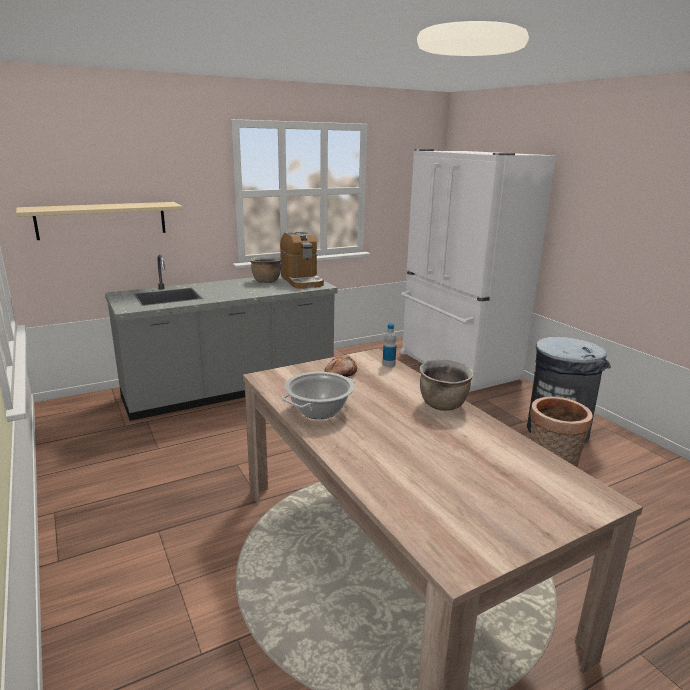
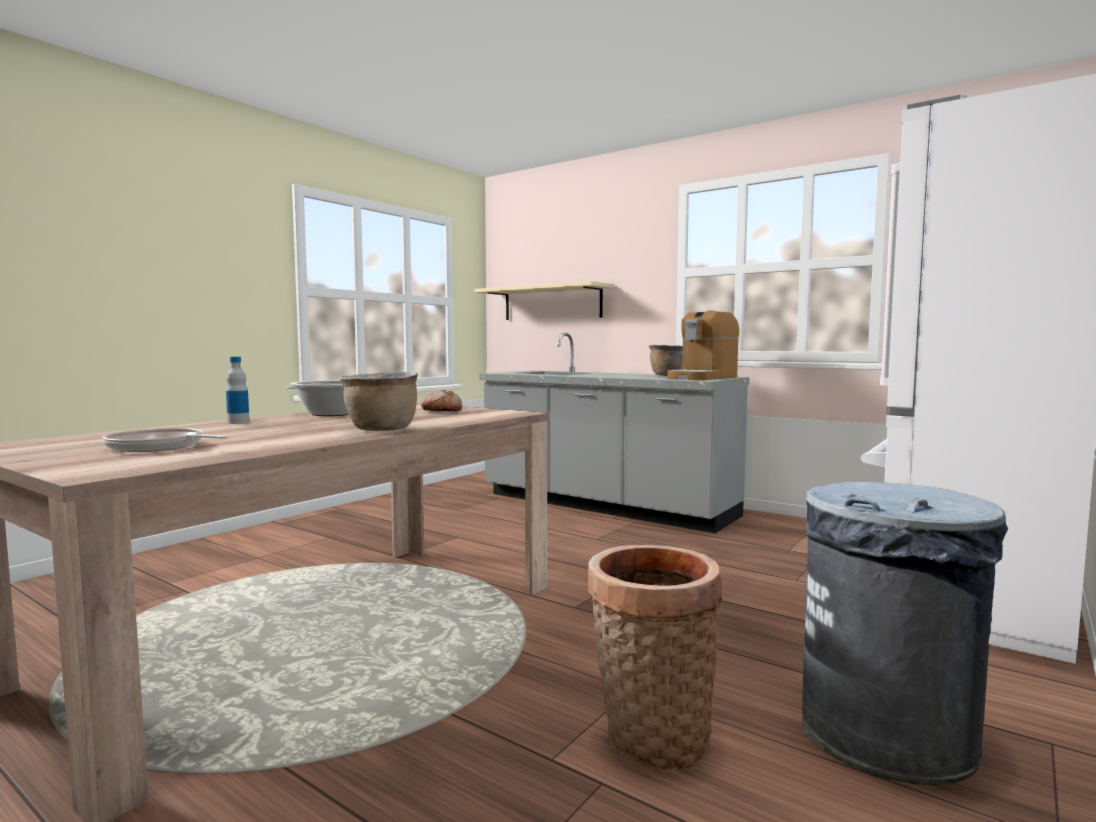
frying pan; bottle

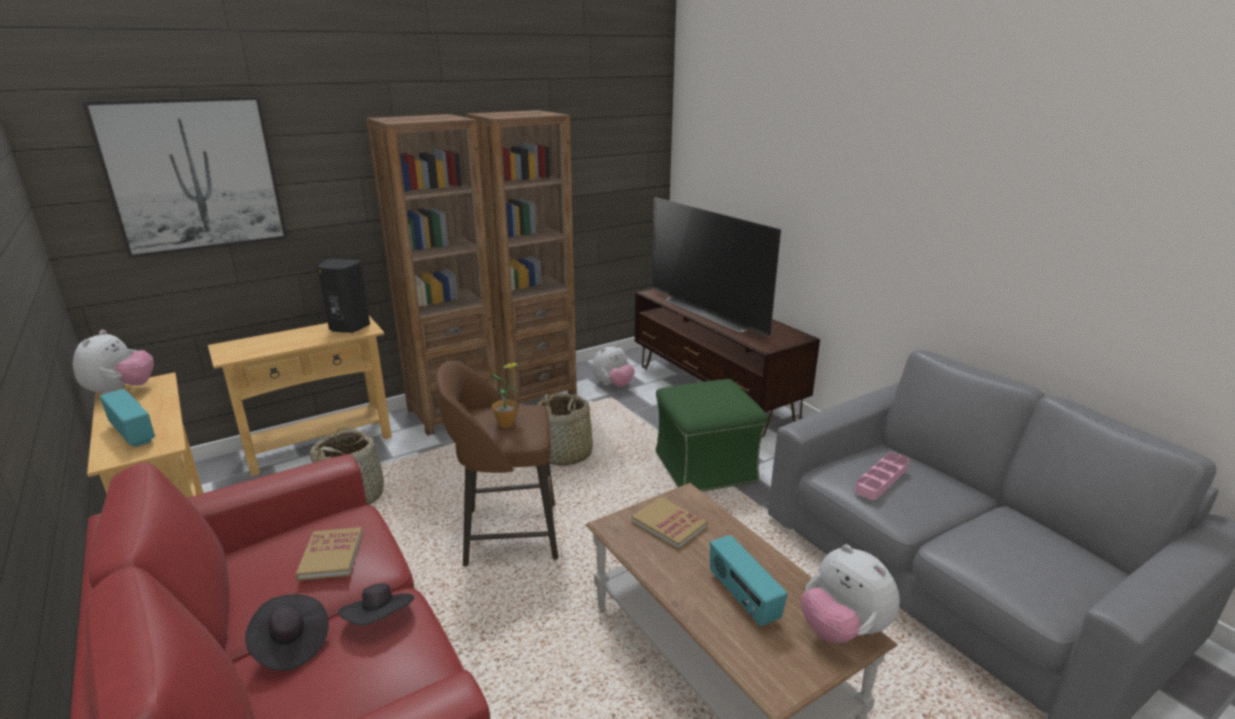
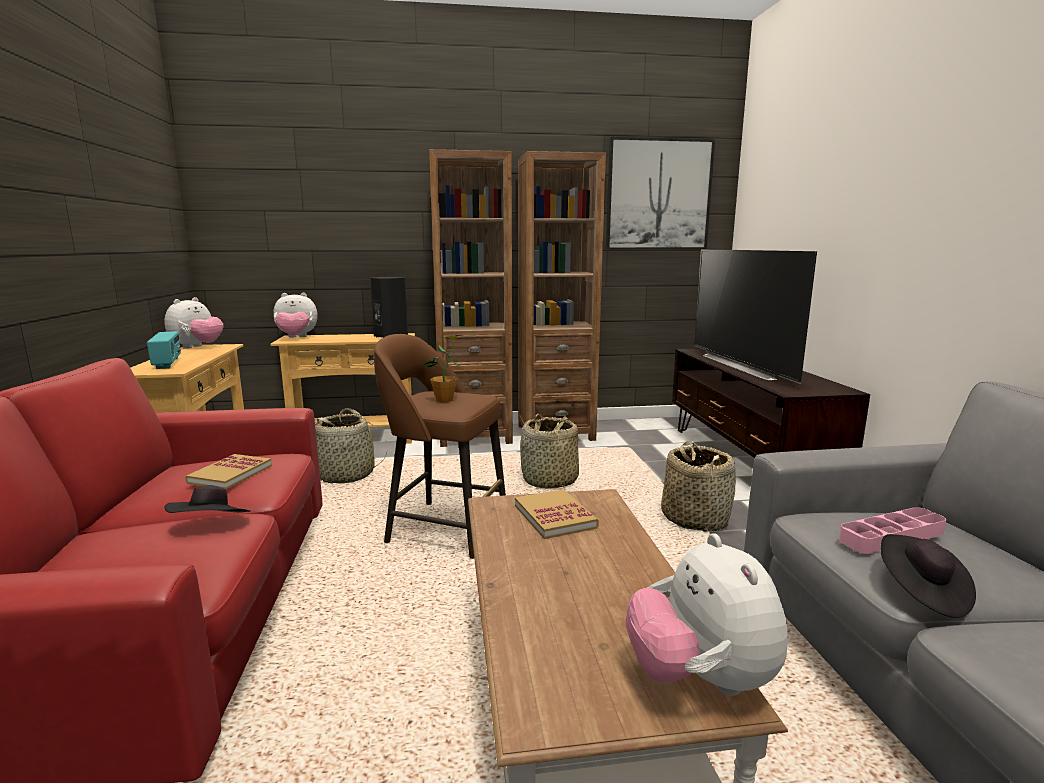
plush toy (2nd from left); picture; basket (3rd from left); hat in black (2nd from left); radio (2nd from left in the first image)

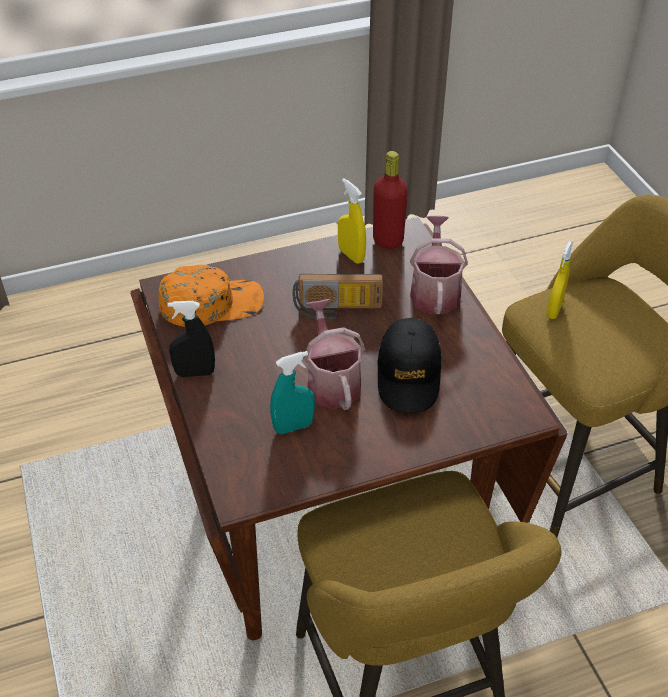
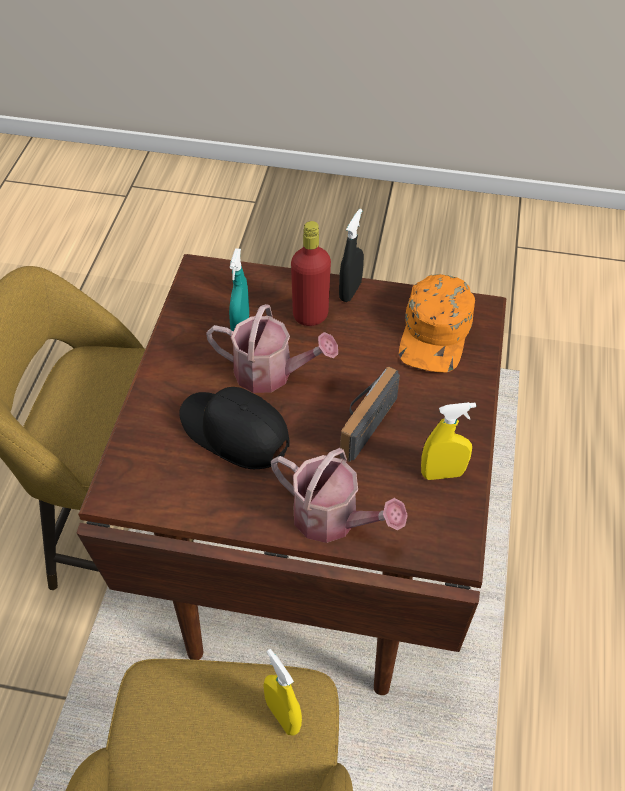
bottle in red

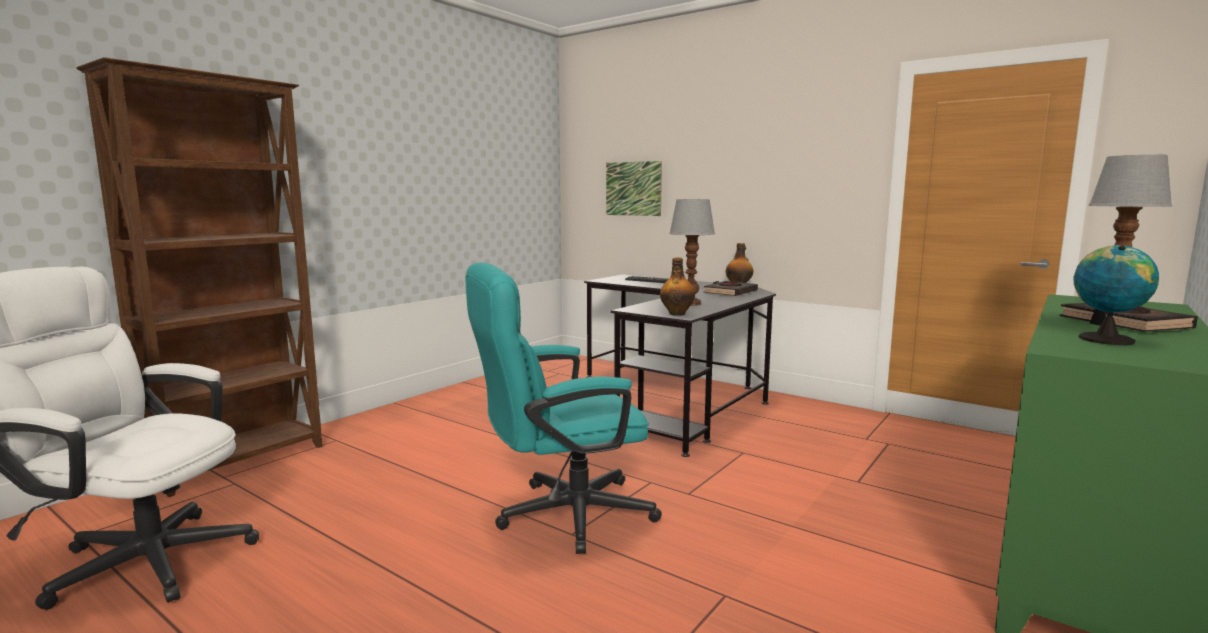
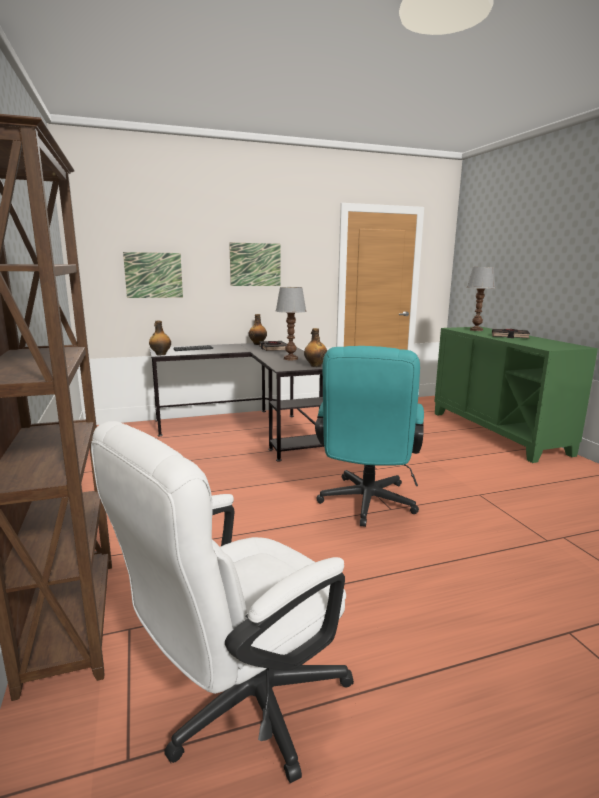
bottle (1st from left); picture (2nd from left); globe

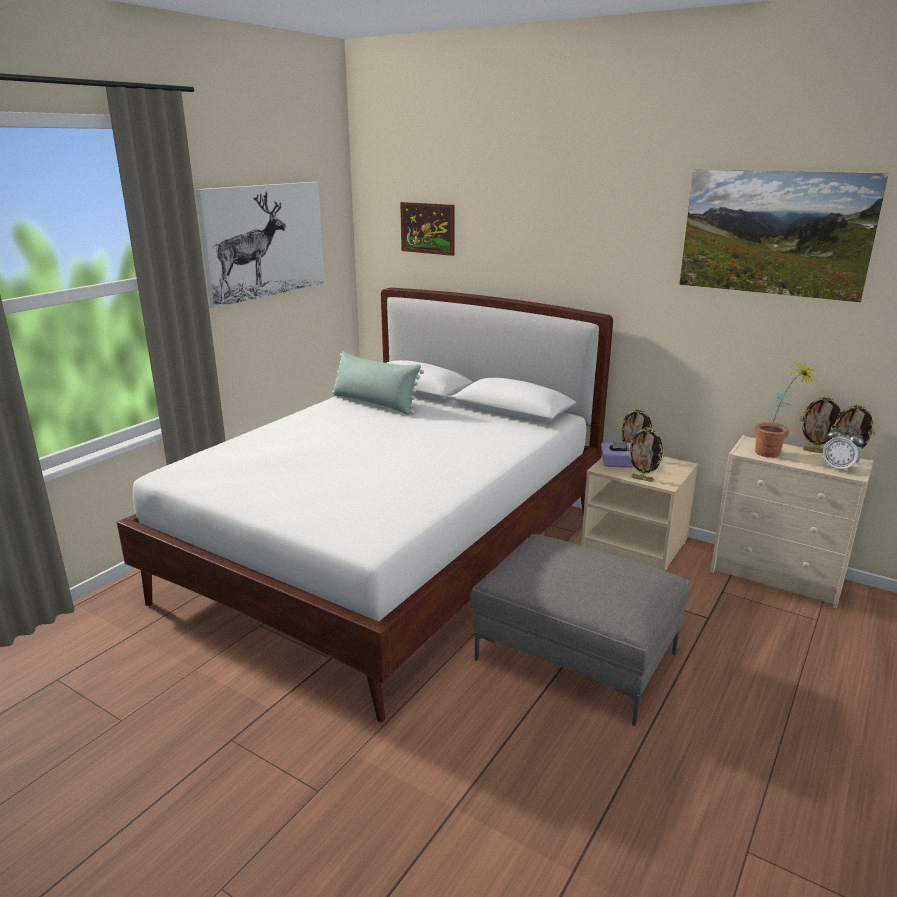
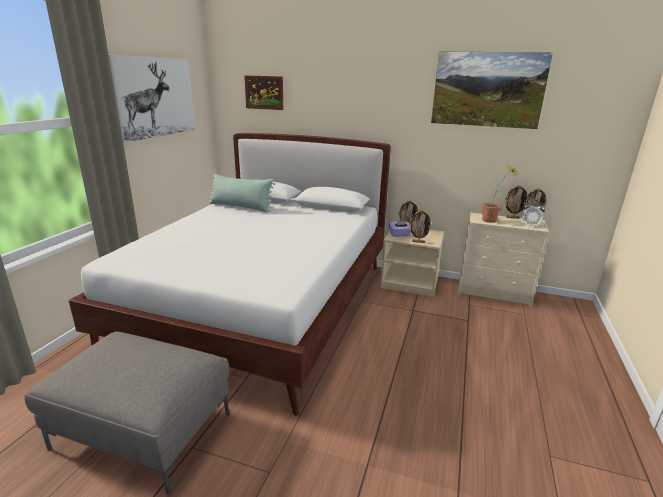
ottoman in grey

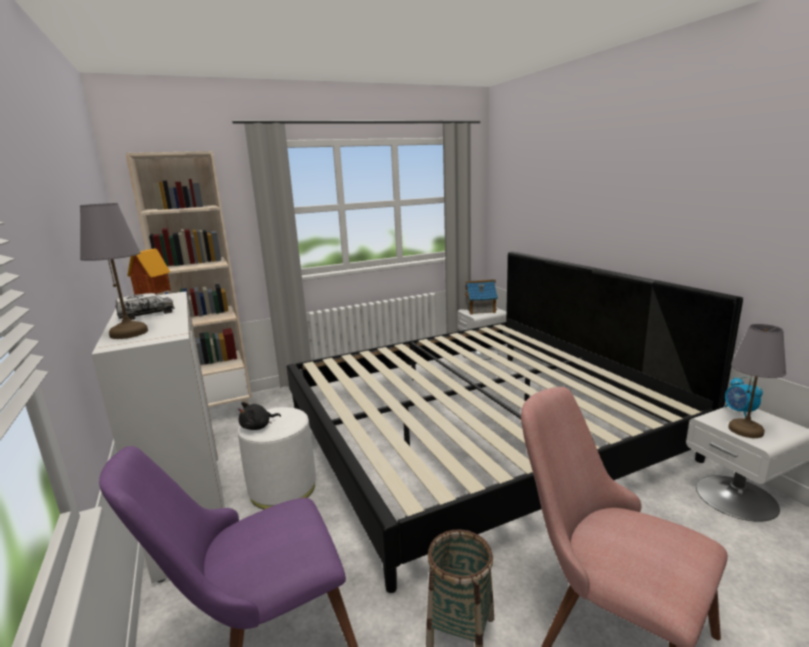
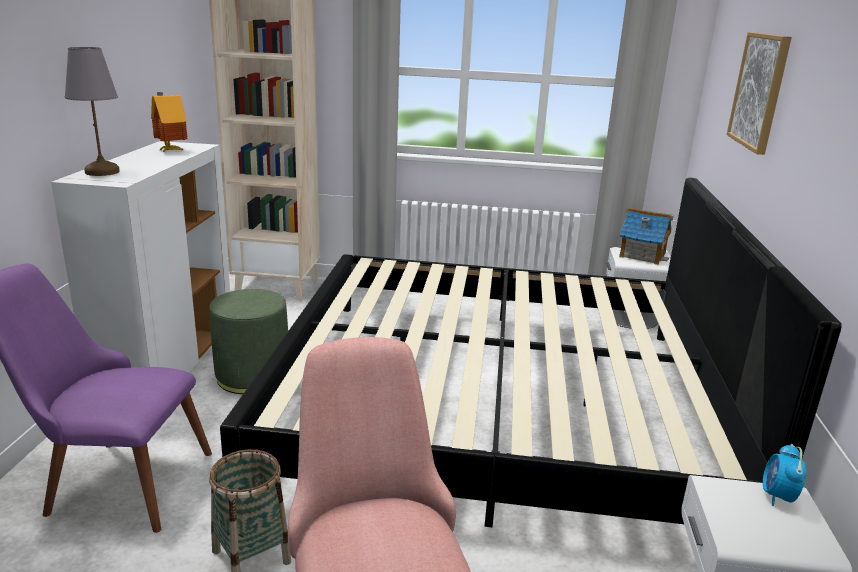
ottoman in green; picture; toy truck; plush toy in black; table lamp in grey (2nd from left in the first image)

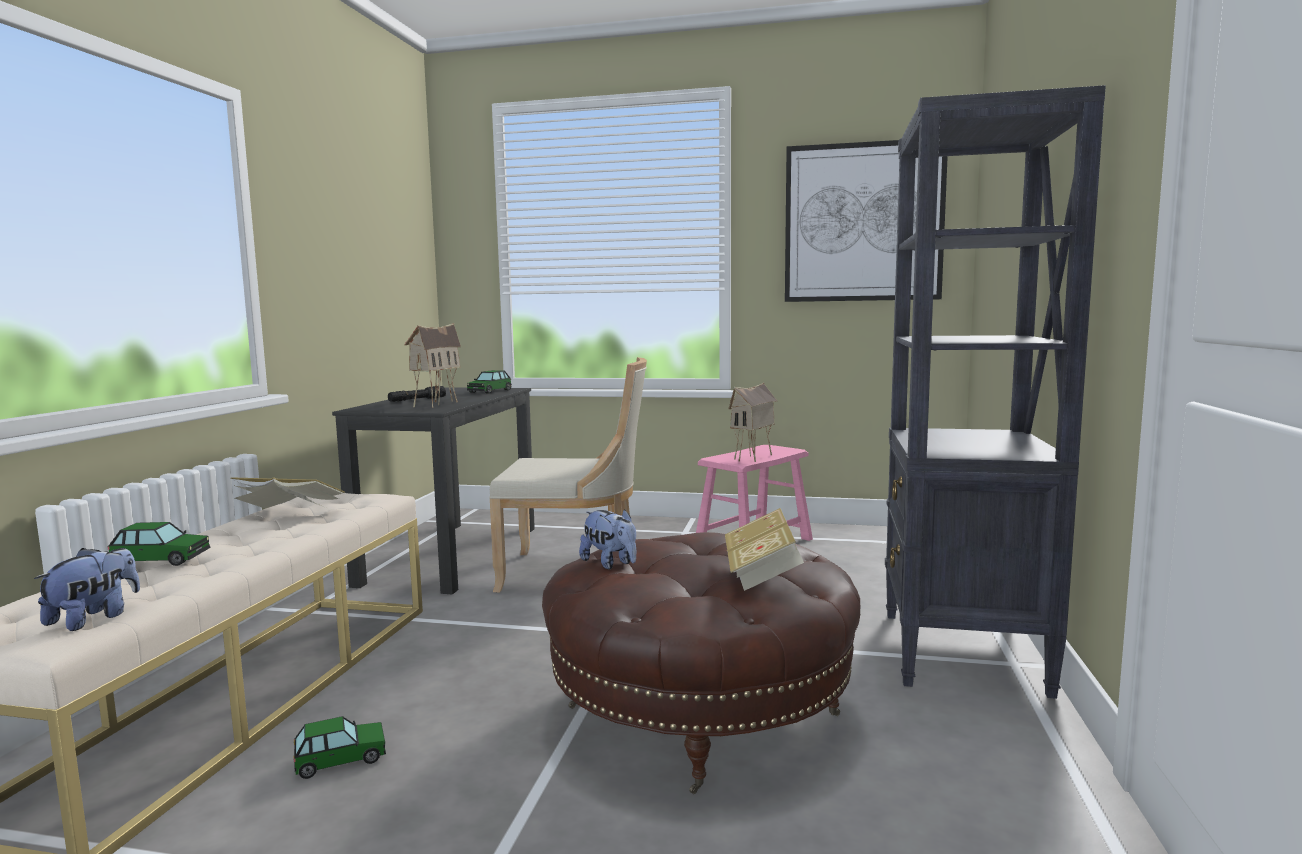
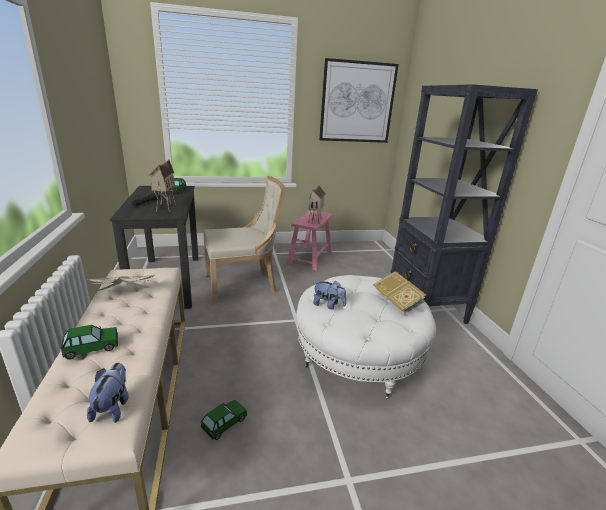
ottoman in white

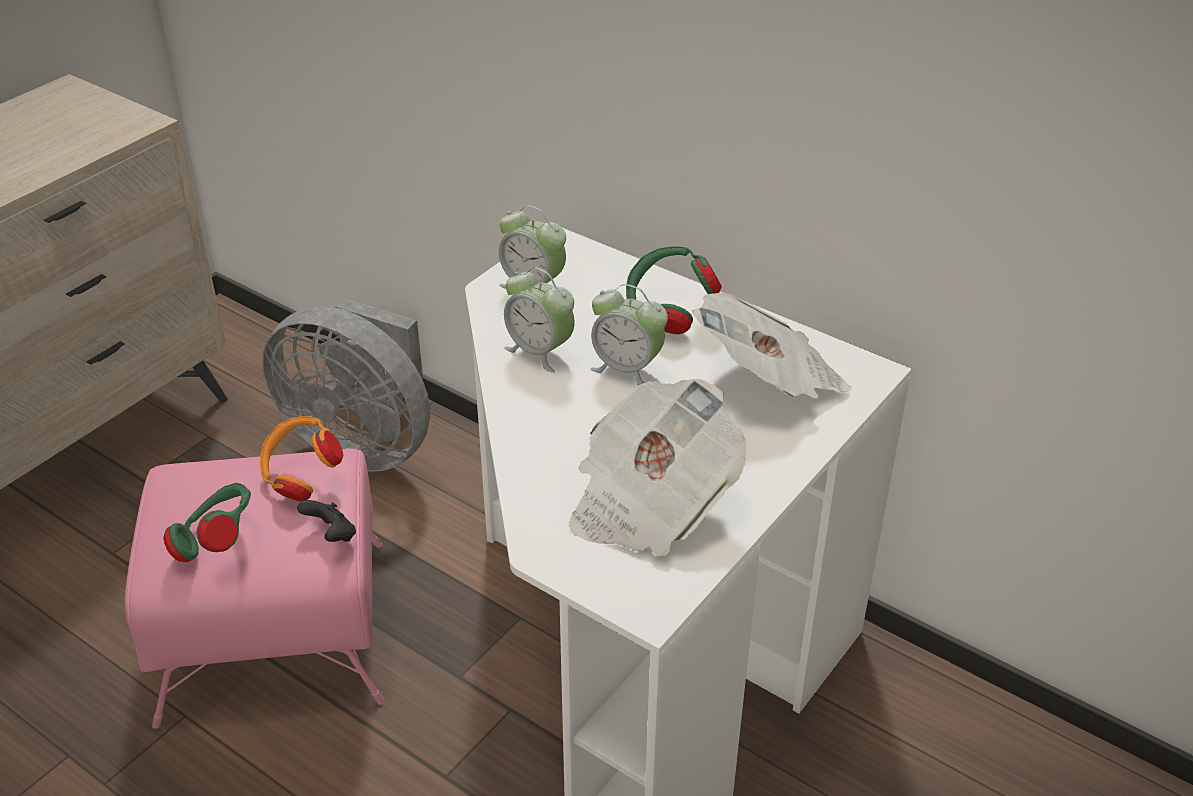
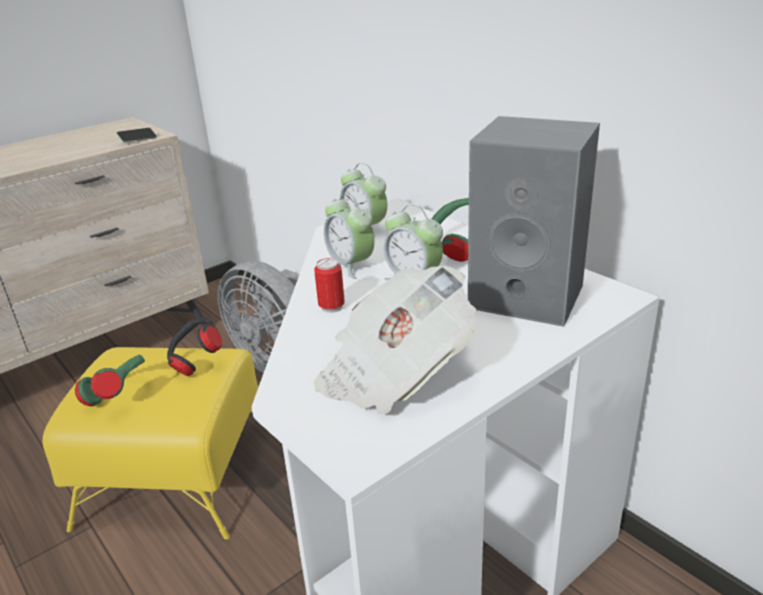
ottoman in yellow; phone; headphones in black; can; speaker in grey; game controller in black

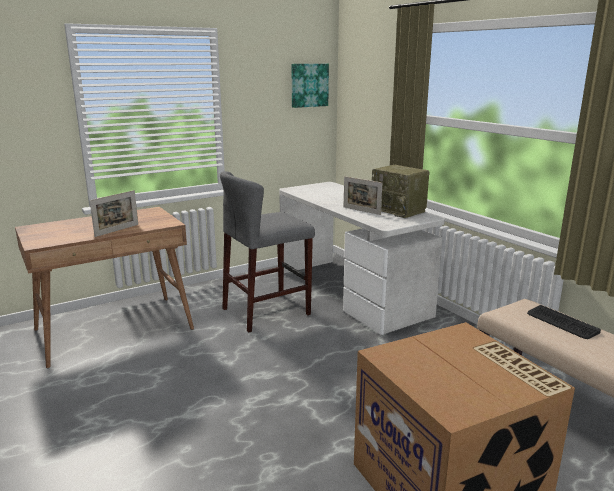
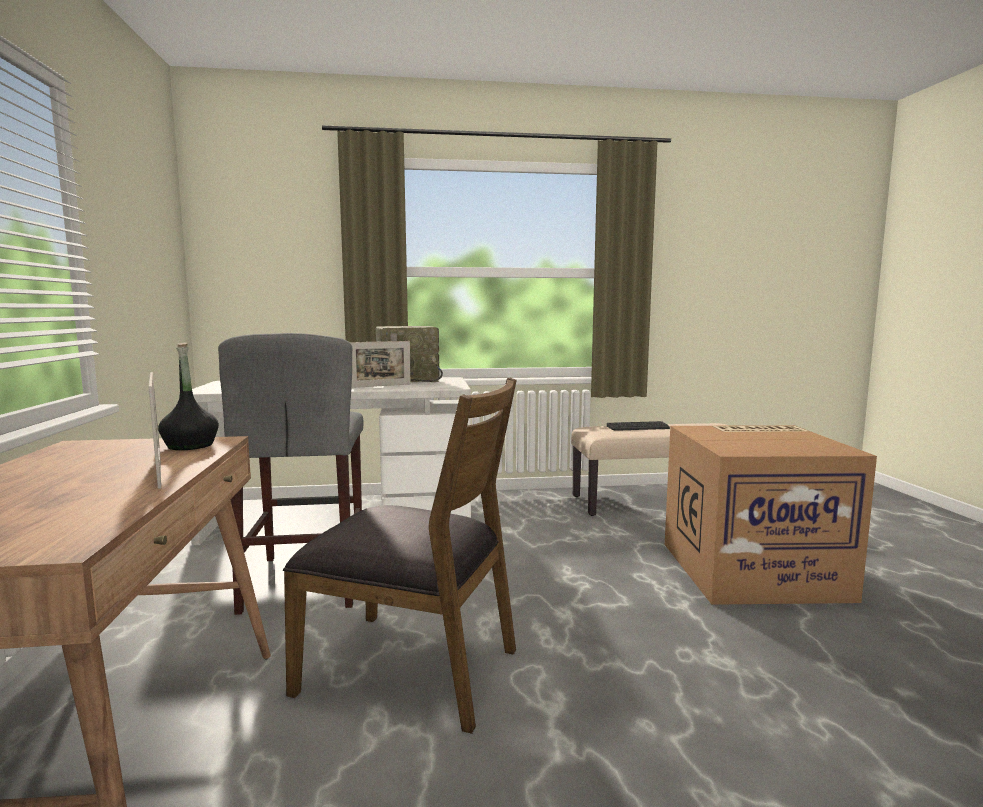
bottle in black; chair in brown; picture

